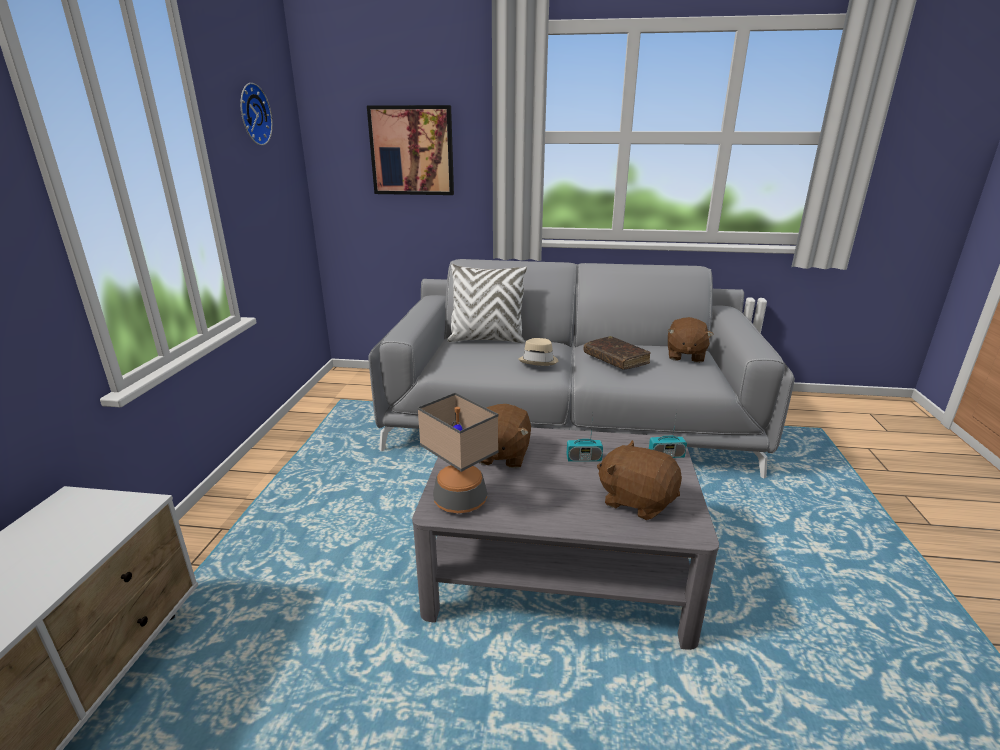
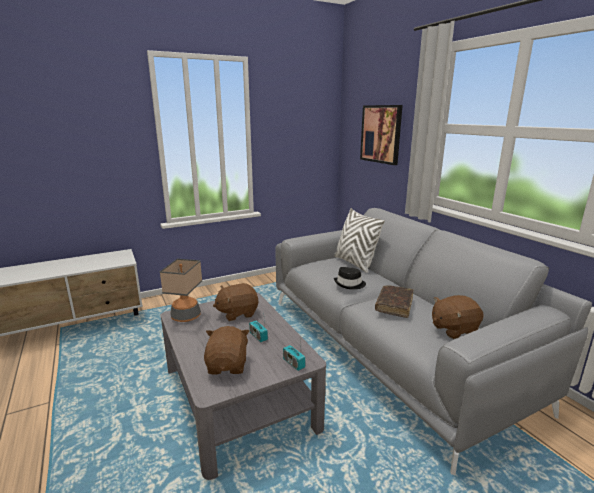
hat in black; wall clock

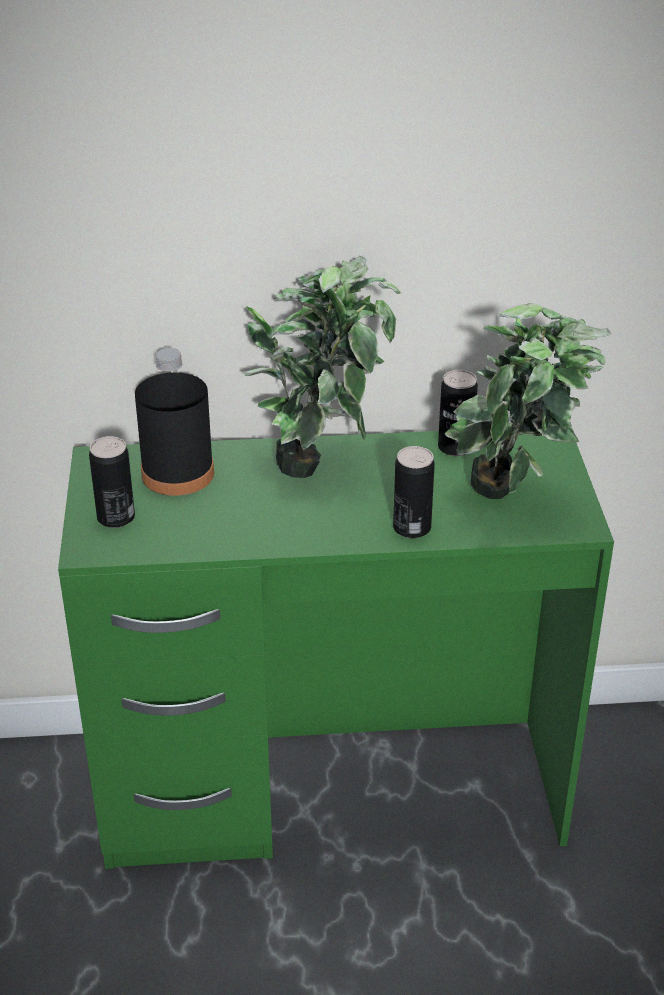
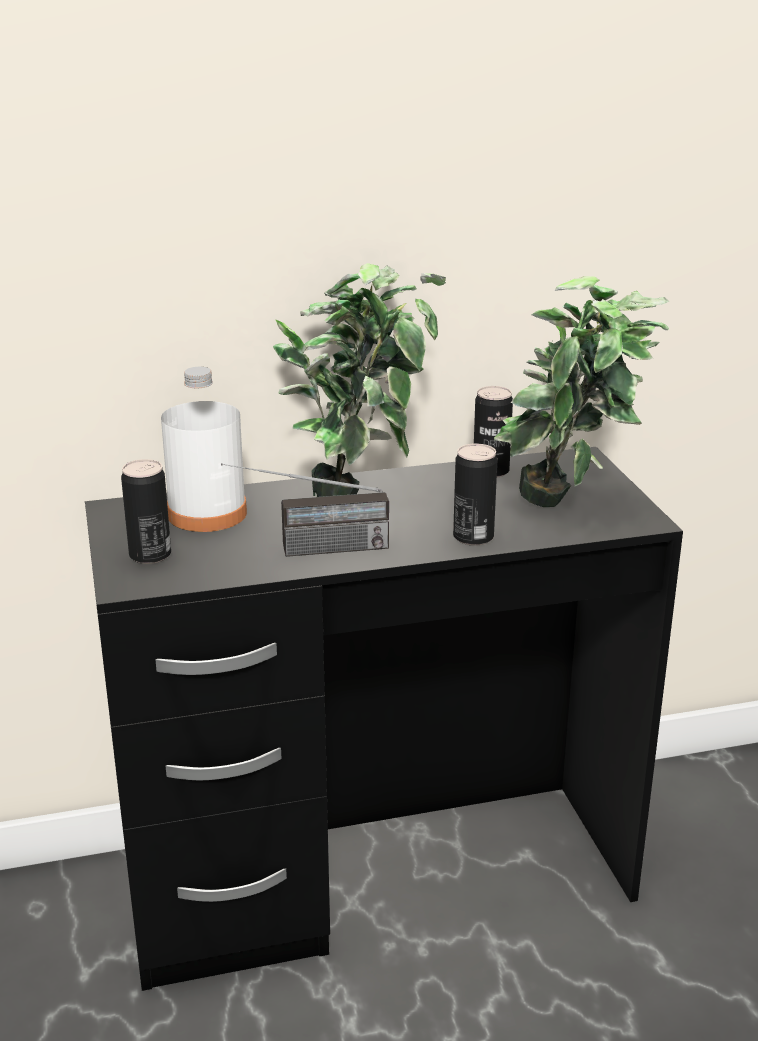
desk in black; bottle in white; radio

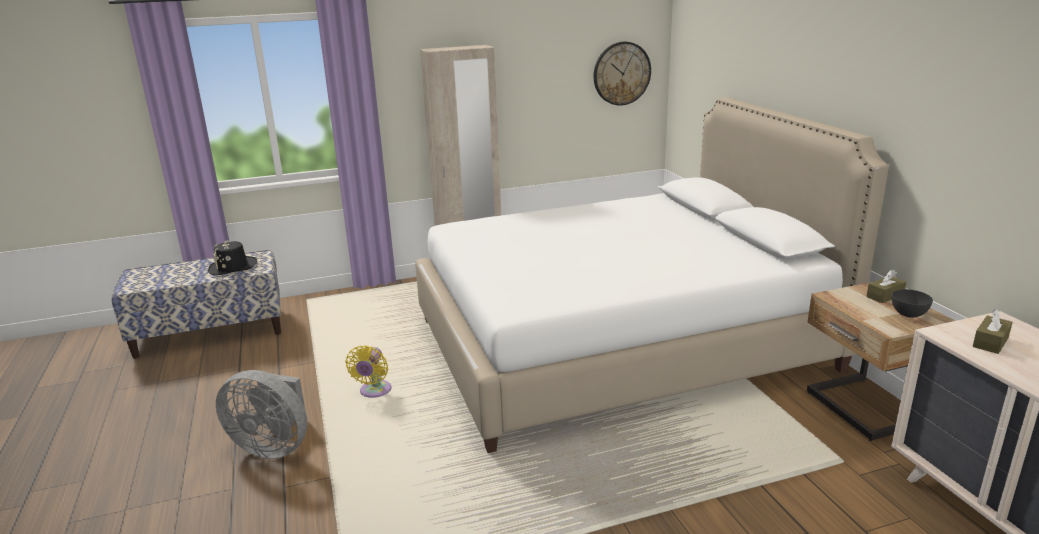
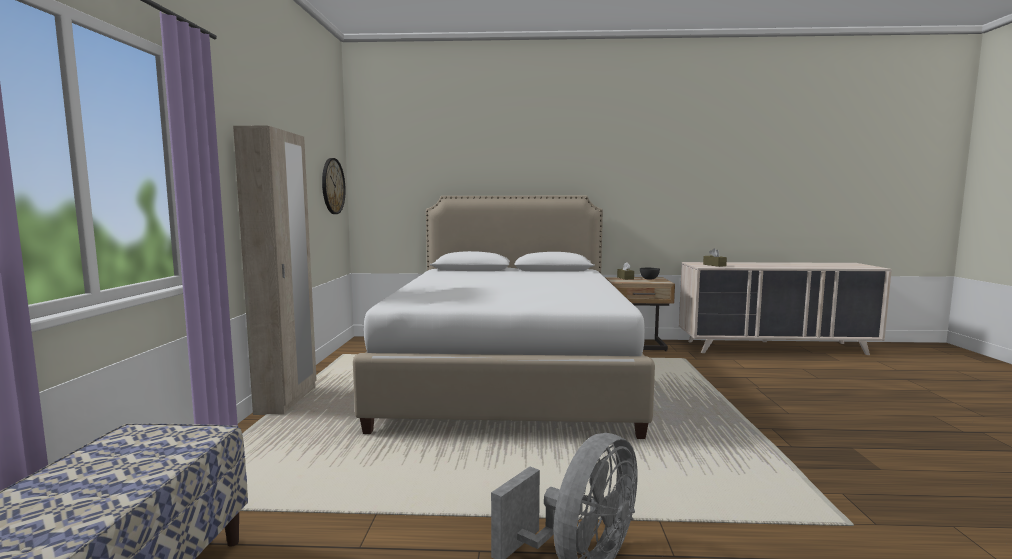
hat in black; fan in yellow

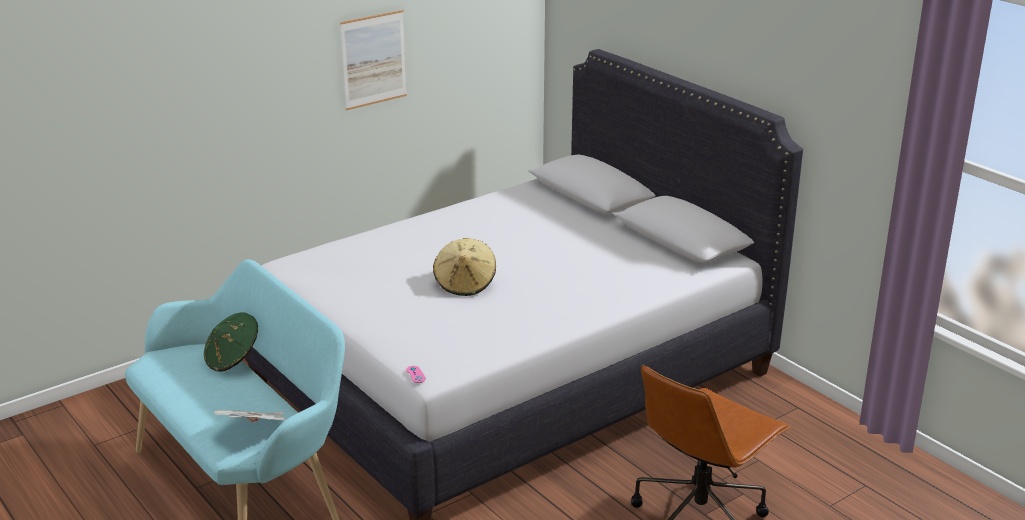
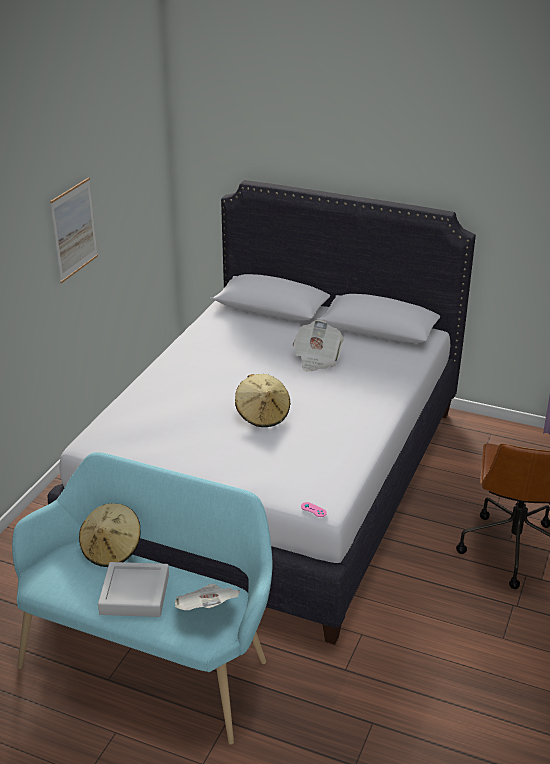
hat in beige (1st from left); tray in grey; newspaper (2nd from left)

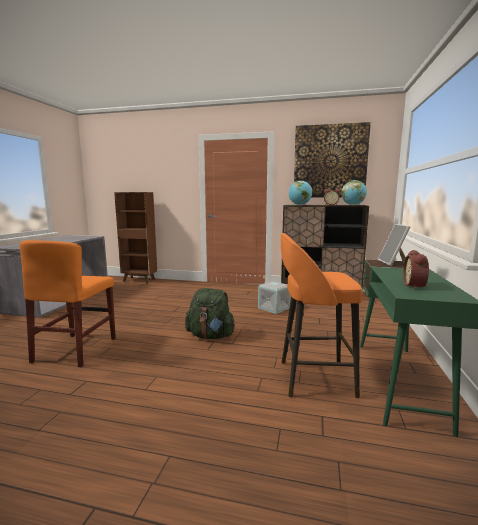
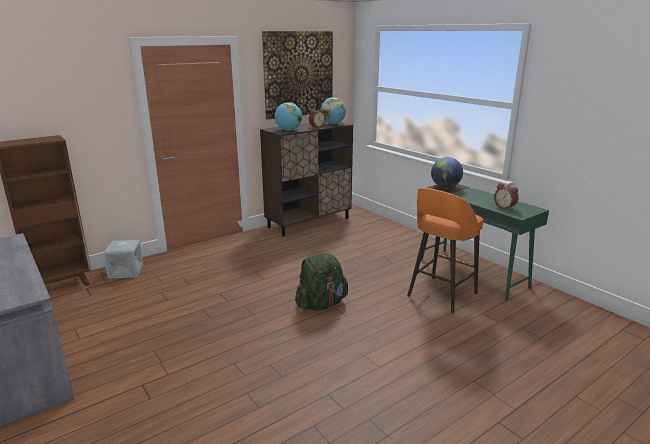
storage box in grey; globe (3rd from left); chair in orange

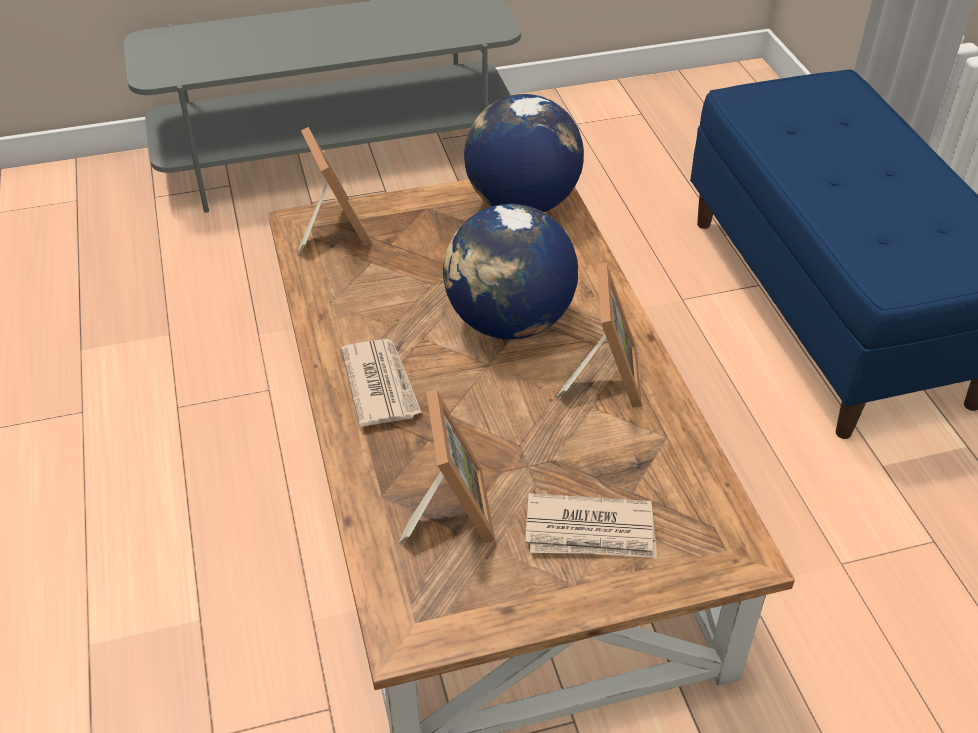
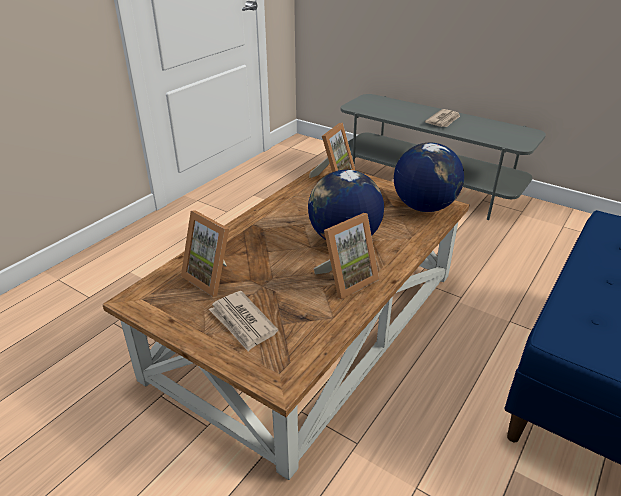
picture frame (1st from left); newspaper (2nd from left)

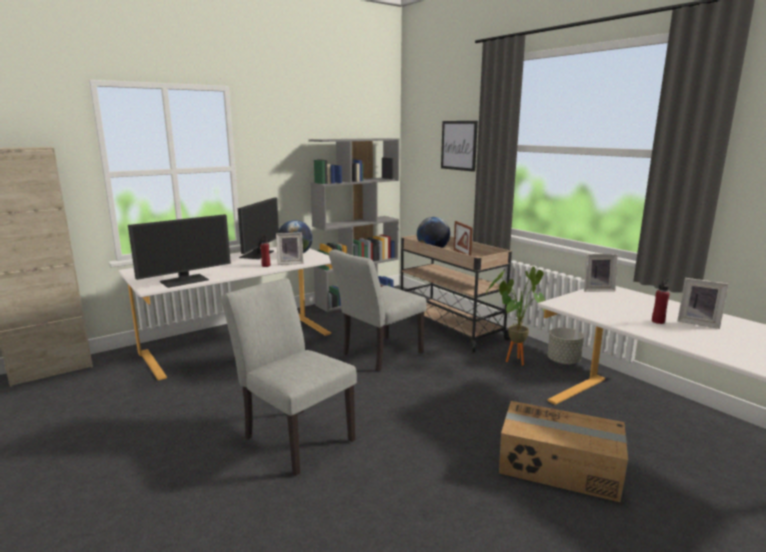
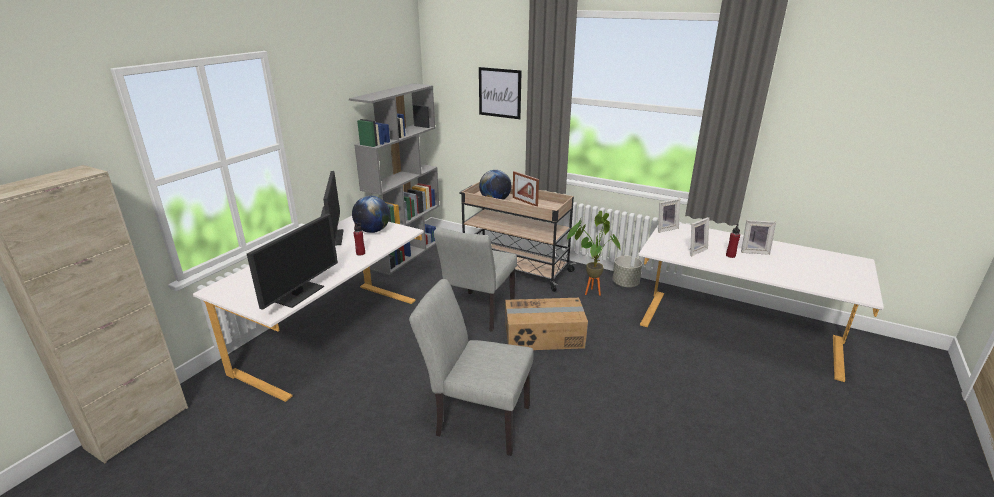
cardboard box; picture frame (3rd from left)

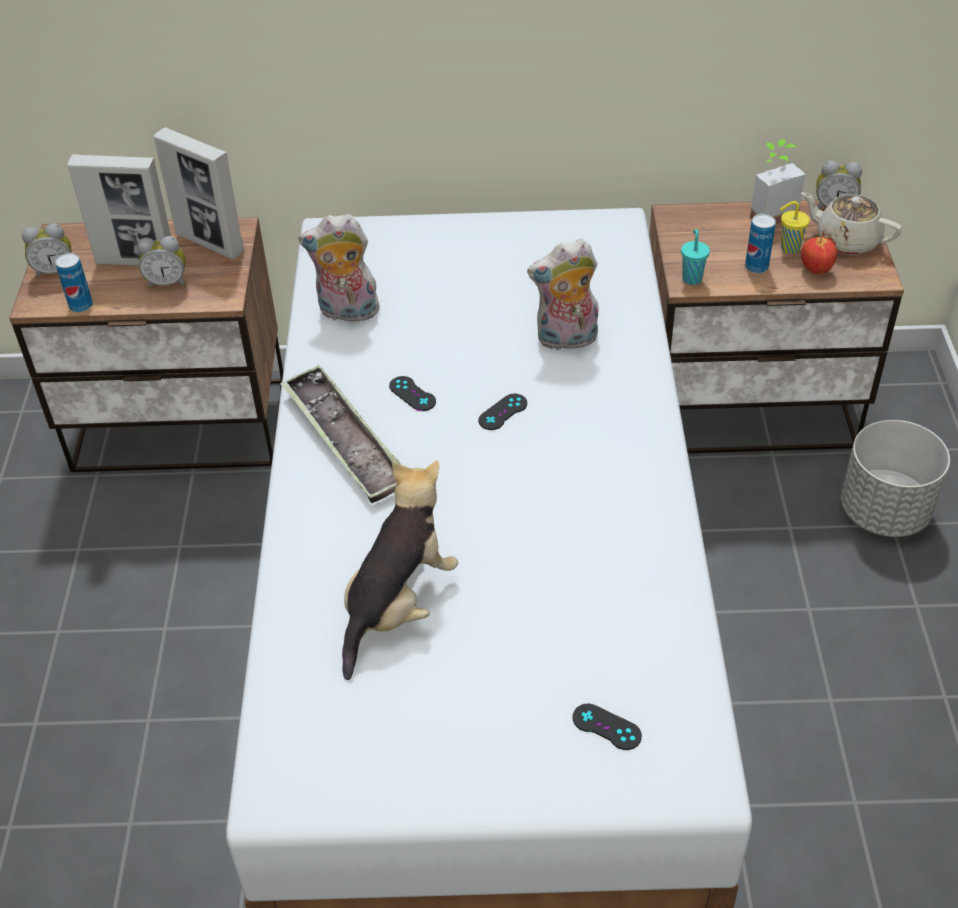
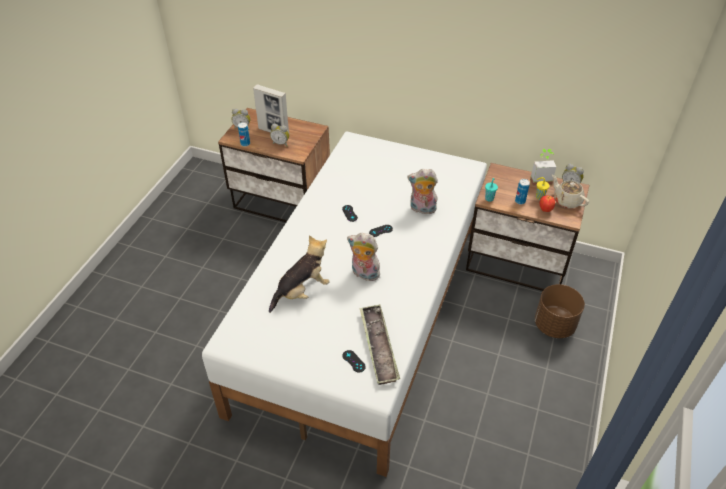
plush toy (2nd from left); tray; planter in brown; picture frame (2nd from left in the first image)

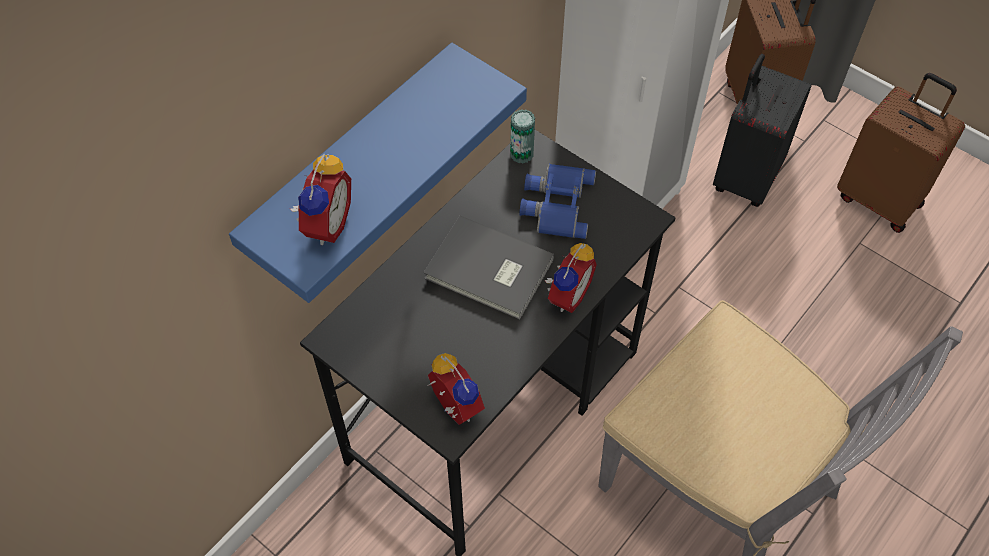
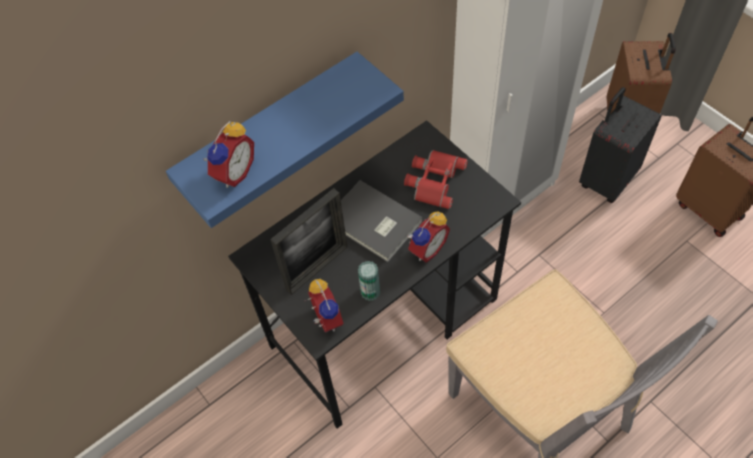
picture frame; can; binoculars in red

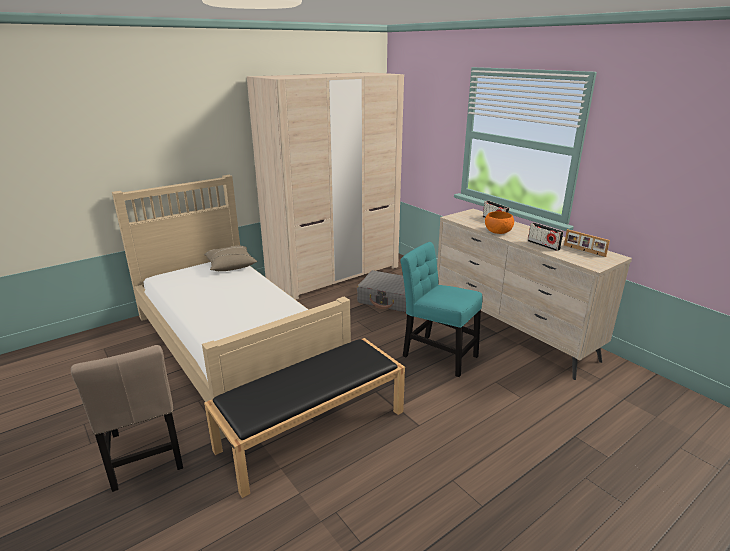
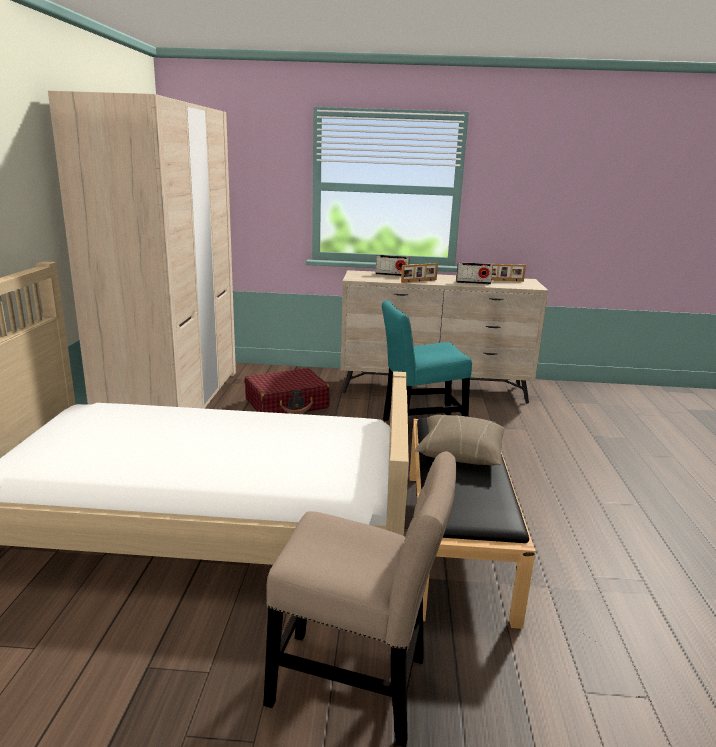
suitcase in red; picture frame (1st from left); pillow in beige

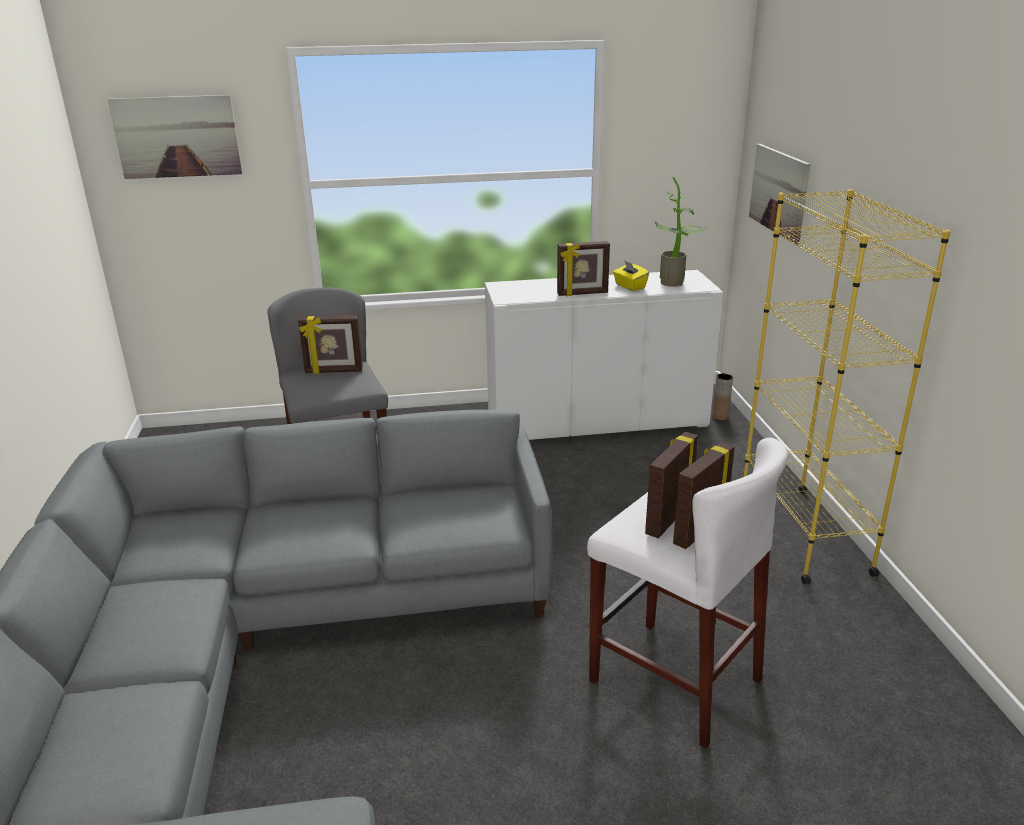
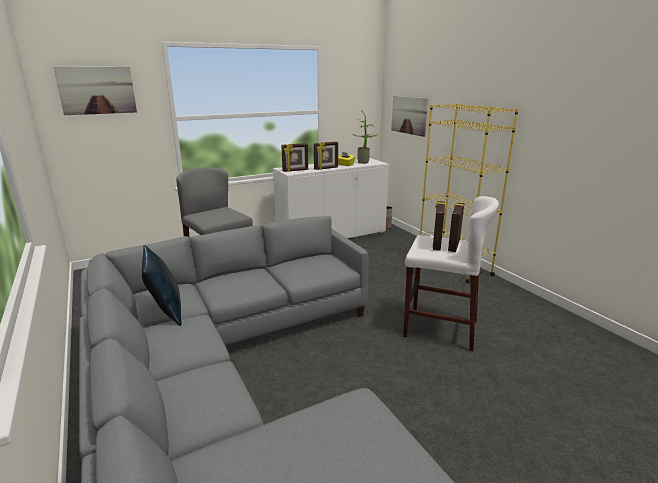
pillow in blue; picture frame (1st from left)

